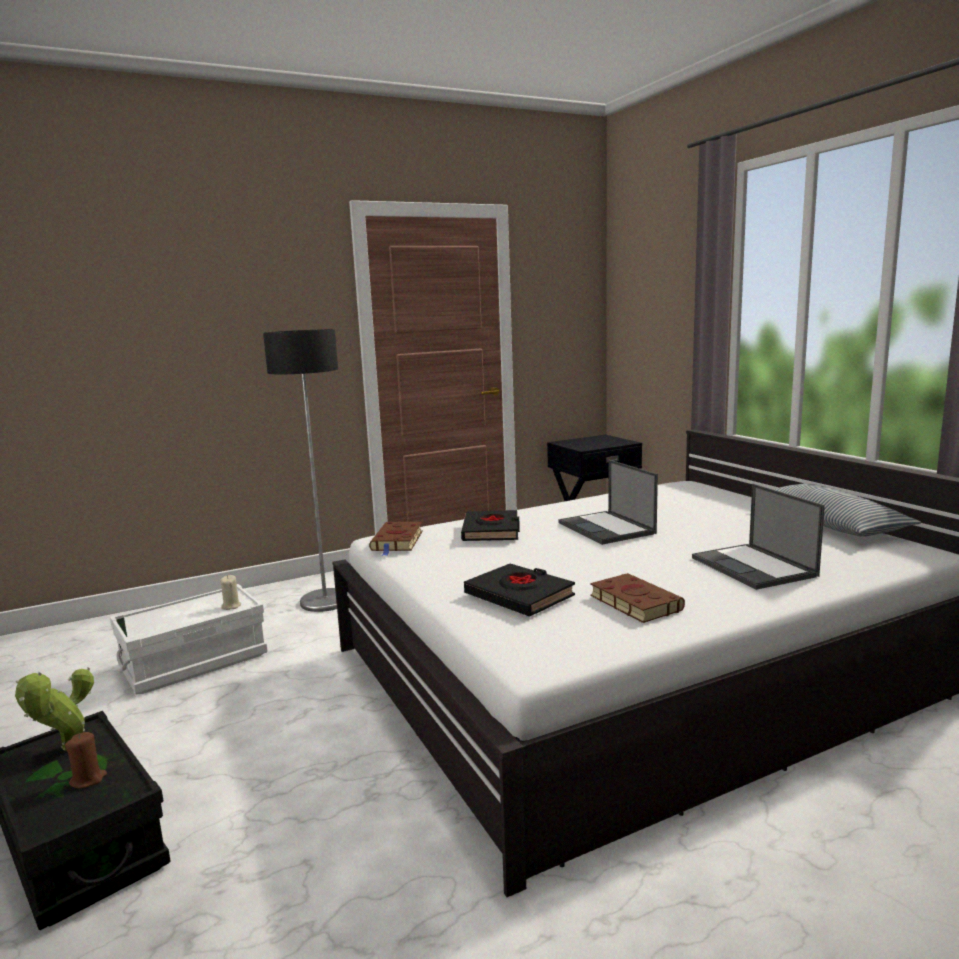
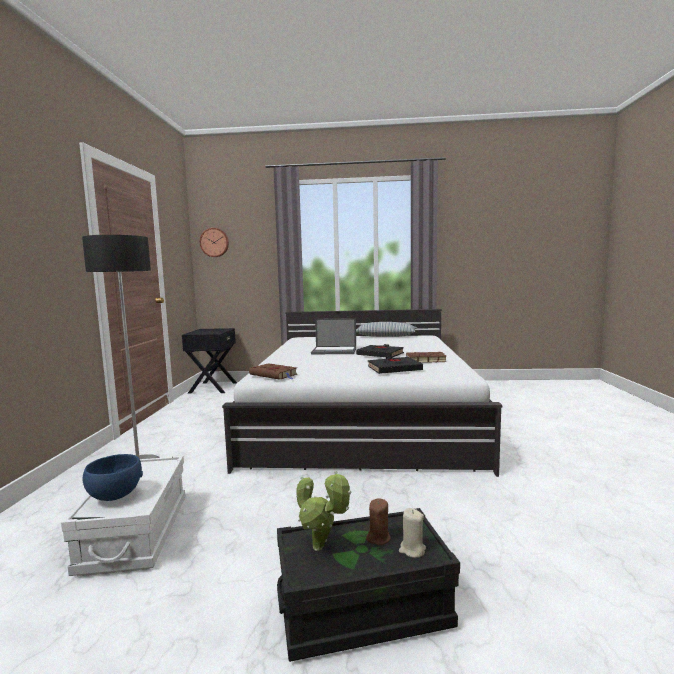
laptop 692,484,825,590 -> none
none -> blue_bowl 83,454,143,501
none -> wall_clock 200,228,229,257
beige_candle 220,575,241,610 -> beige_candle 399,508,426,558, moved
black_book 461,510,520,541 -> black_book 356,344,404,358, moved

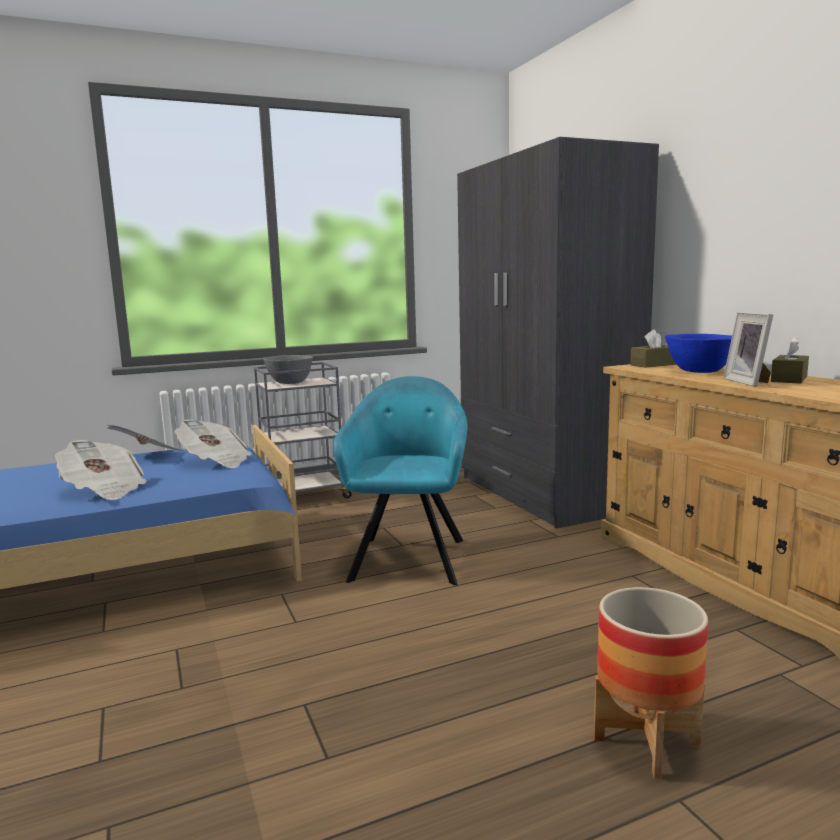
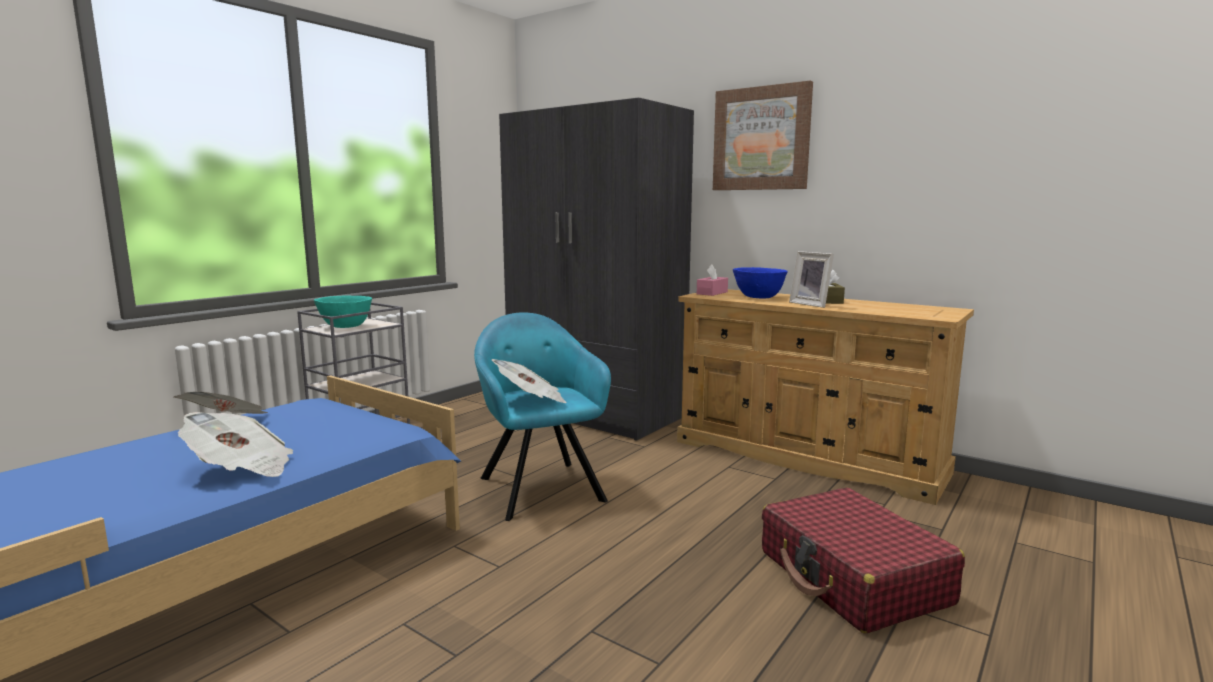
none -> picture 713,81,813,190
newspaper 175,419,252,468 -> newspaper 492,359,566,403, moved
planter 594,587,708,780 -> red_suitcase 762,488,965,633
grey_bowl 263,355,313,384 -> turquoise_bowl 314,296,372,328
brown_tissue_box 630,330,676,368 -> pink_tissue_box 697,264,728,296

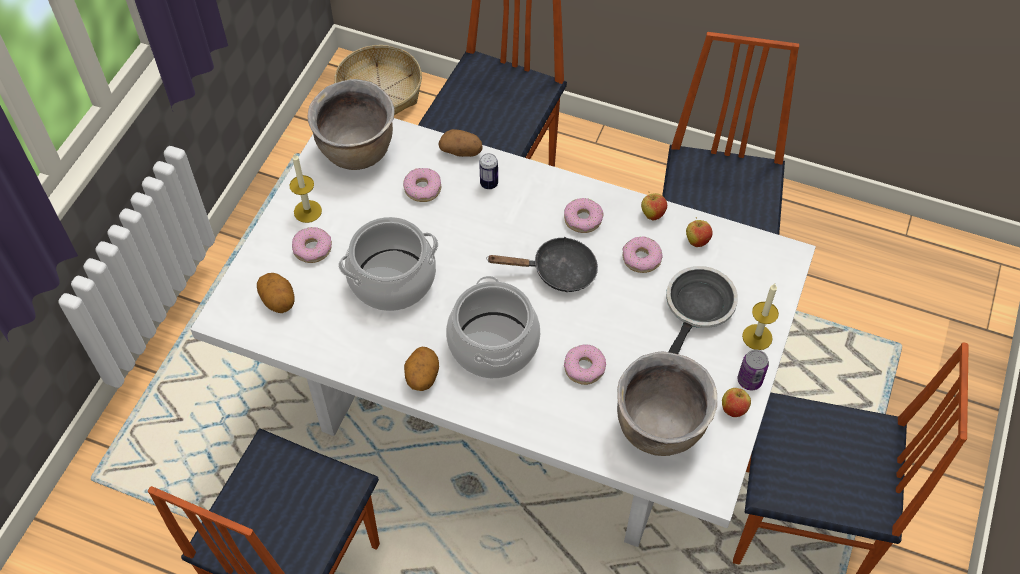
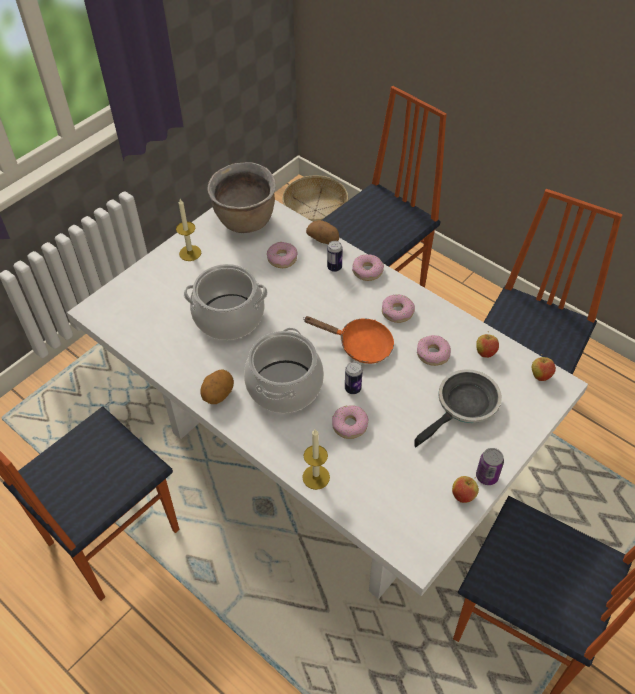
potato 257,273,295,313 -> none
brown_cooking_pot 617,351,717,456 -> none
none -> can 345,362,363,394
donut 292,227,332,263 -> donut 352,254,384,281, moved
apple 641,192,667,220 -> apple 532,354,556,381, moved
candle 742,284,779,350 -> candle 302,429,330,490, moved
black_frying_pan 486,237,598,292 -> orange_frying_pan 304,316,394,364

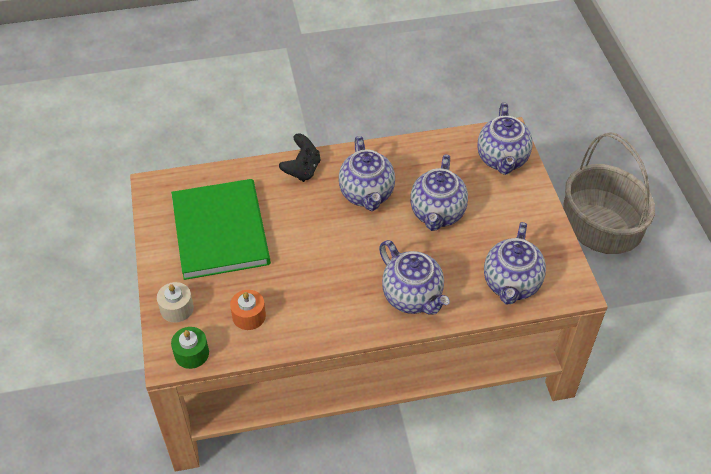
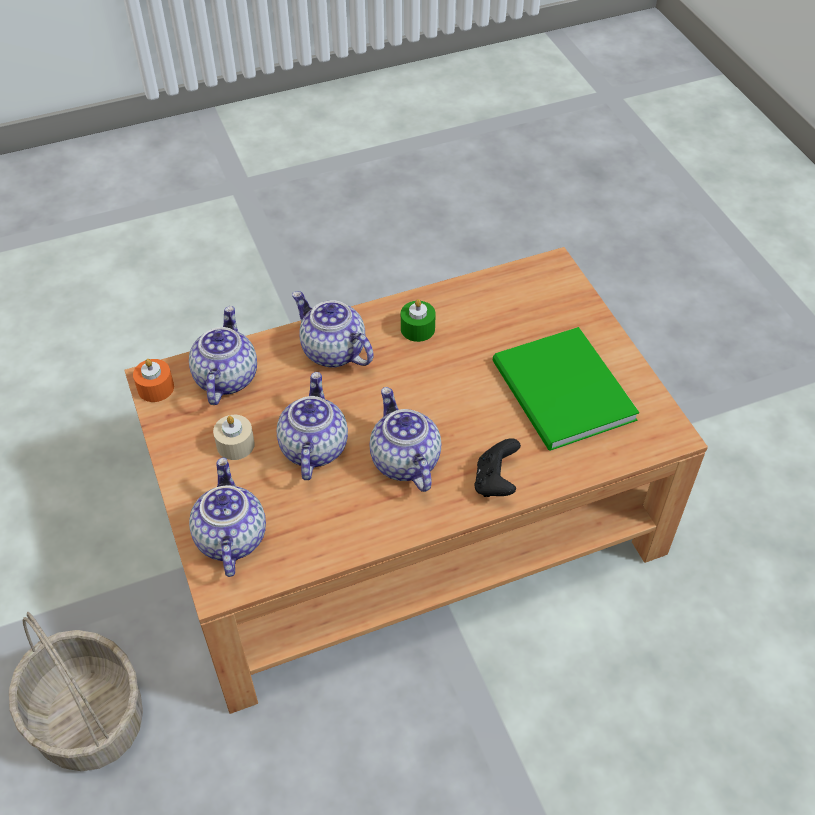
beige_candle 157,282,194,323 -> beige_candle 213,415,255,460, moved
green_candle 171,327,209,369 -> green_candle 401,299,436,342, moved
orange_candle 230,290,266,330 -> orange_candle 133,359,174,402, moved

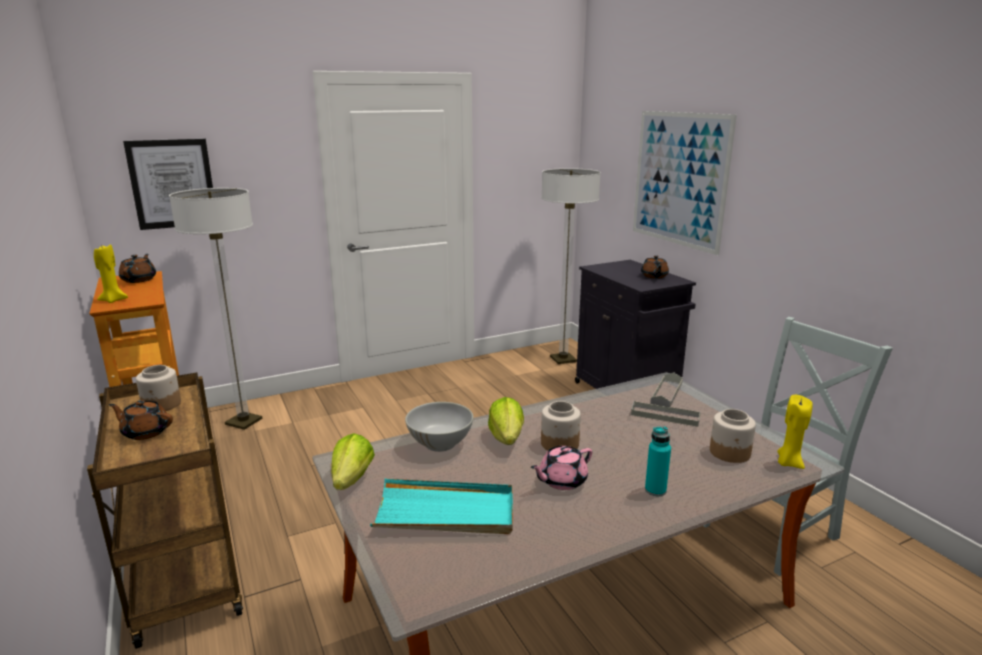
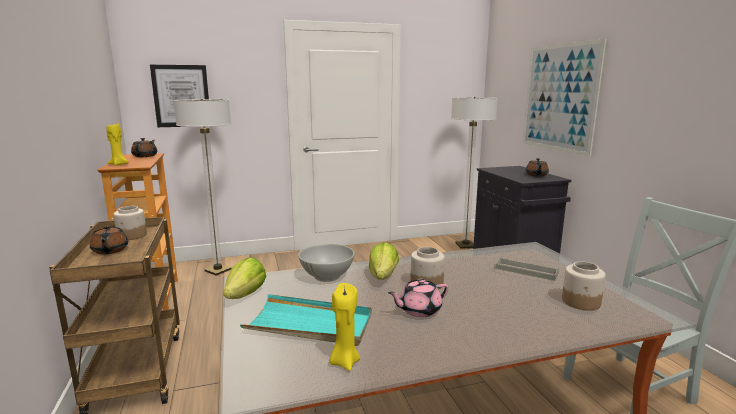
turquoise_bottle 645,427,671,496 -> none
grey_tray 650,372,683,407 -> none
yellow_candle 777,395,813,469 -> yellow_candle 330,283,360,371, moved
brown_teapot 109,400,173,440 -> brown_teapot 90,225,128,255, 135 degrees counterclockwise

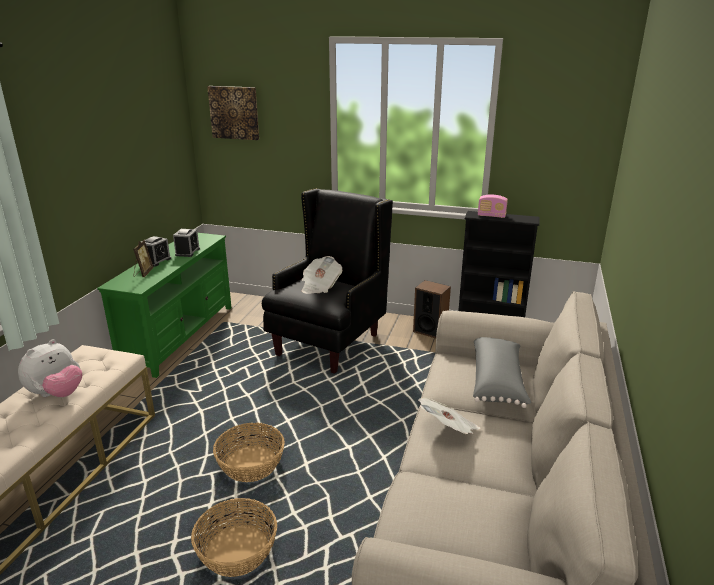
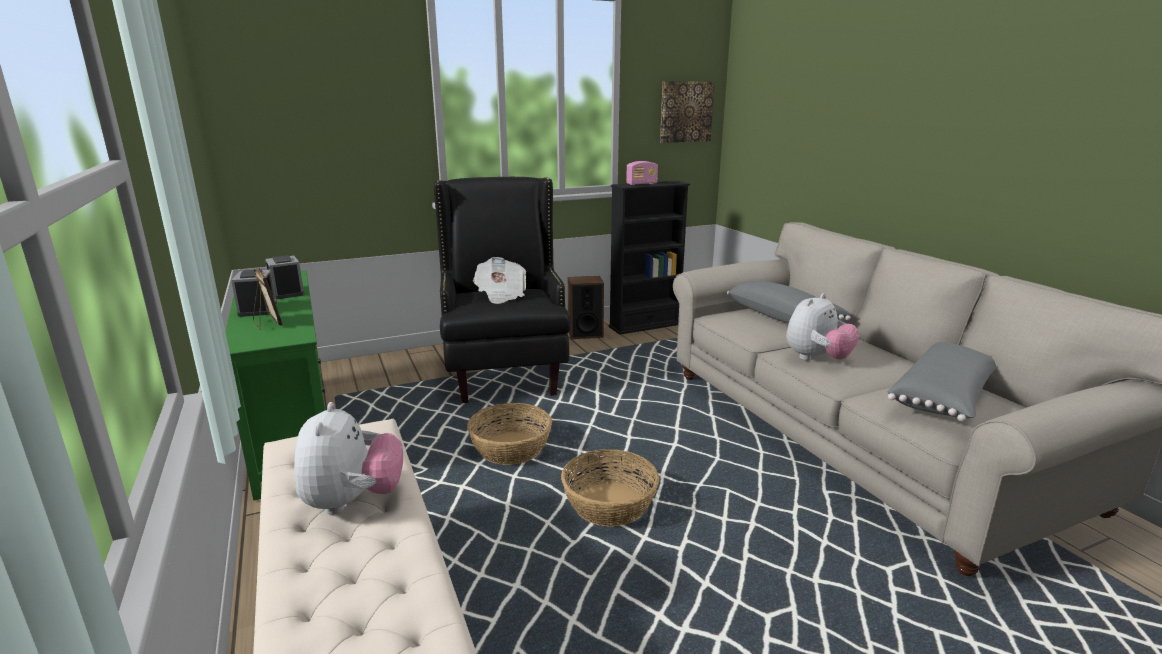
none -> grey_pillow 888,342,997,422
basket 191,498,277,577 -> basket 467,403,552,465, moved
picture 207,86,259,140 -> picture 660,81,715,143, moved
newspaper 418,397,481,434 -> plush_toy 786,293,859,360

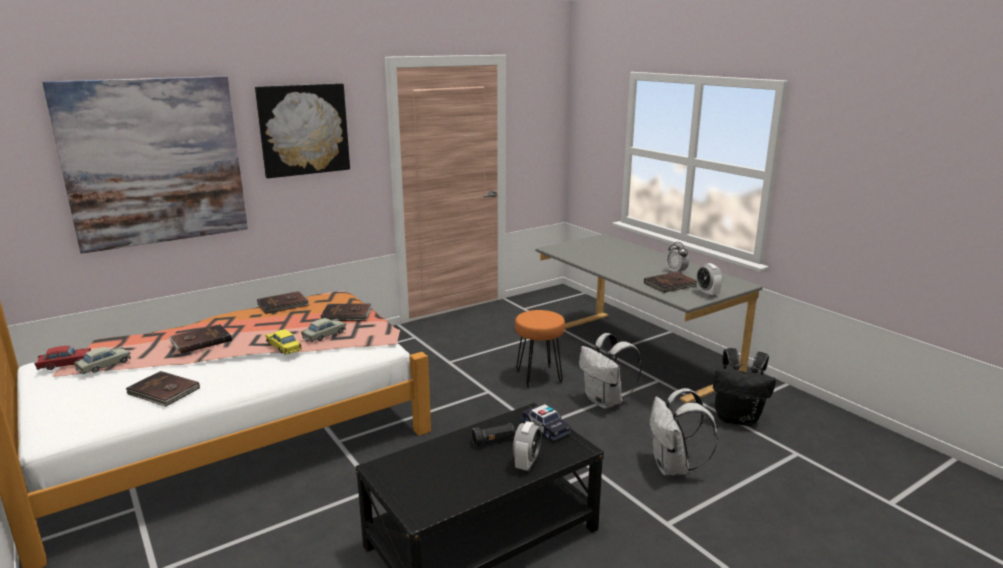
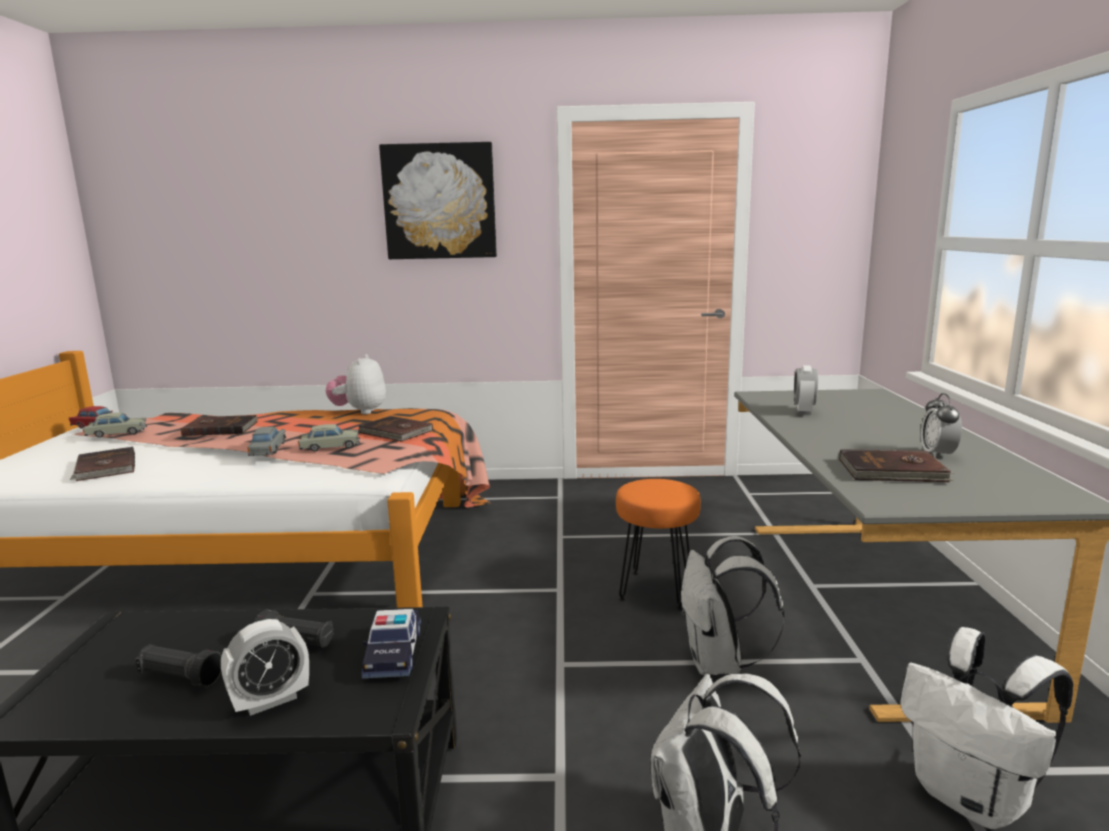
picture 42,76,248,254 -> none
none -> black_flashlight 135,645,222,688
alarm_clock 697,263,722,297 -> alarm_clock 794,365,818,415, moved
brown_book 257,291,310,314 -> plush_toy 326,354,386,414
yellow_toy_car 265,329,302,355 -> grey_toy_car 247,426,286,456
black_backpack 713,348,776,426 -> white_backpack 900,627,1073,829

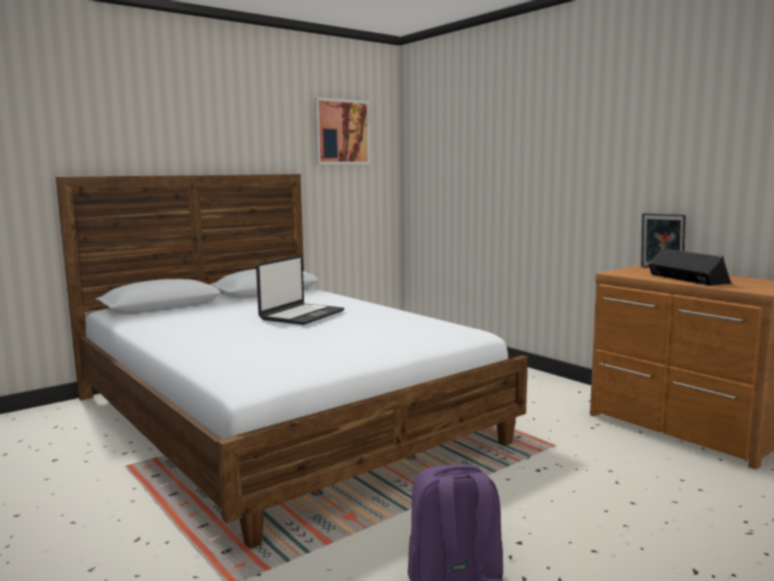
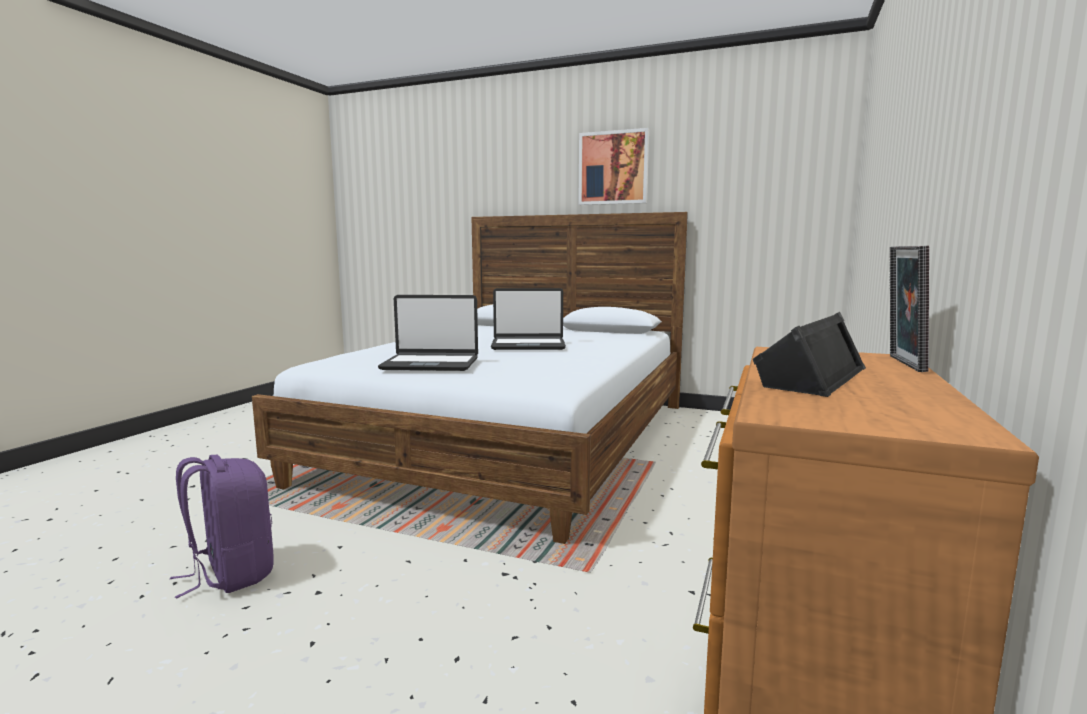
none -> laptop 378,295,478,371
picture 314,97,370,165 -> picture 578,128,649,205, moved

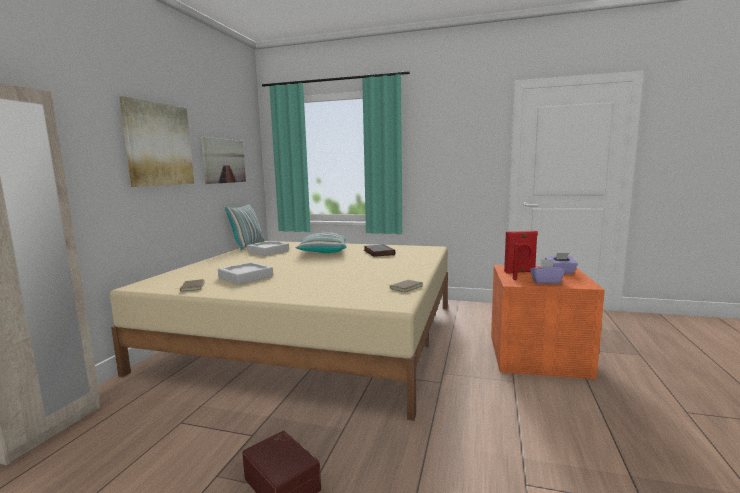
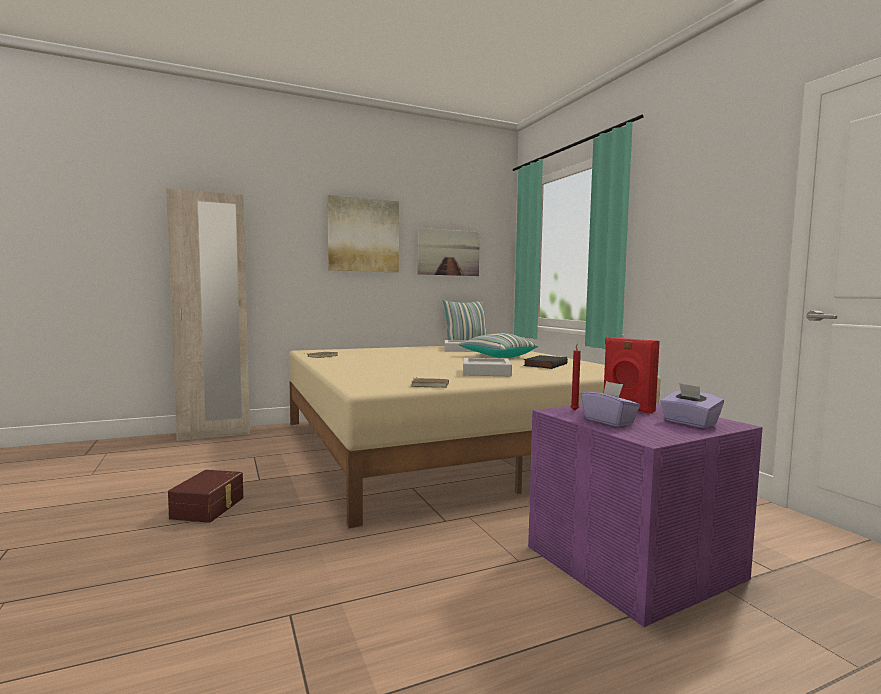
grey_tray 218,262,273,285 -> grey_tray 463,358,512,376, moved
orange_storage_box 491,265,605,379 -> purple_storage_box 528,403,763,627

